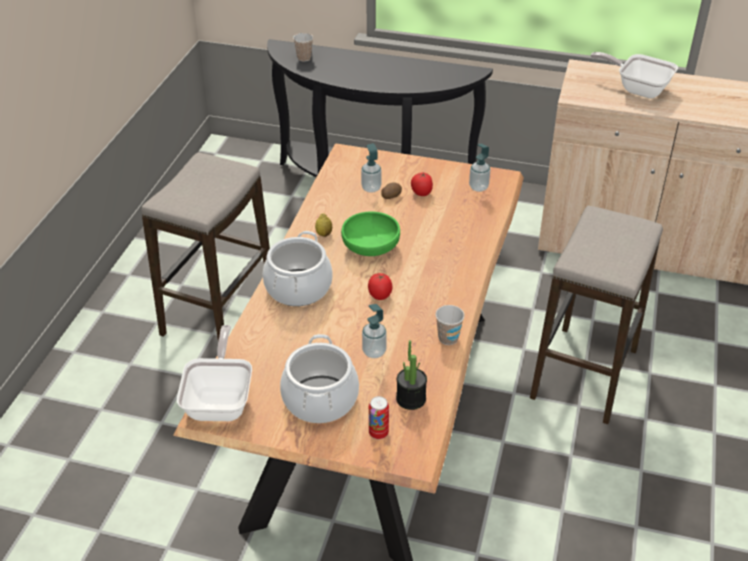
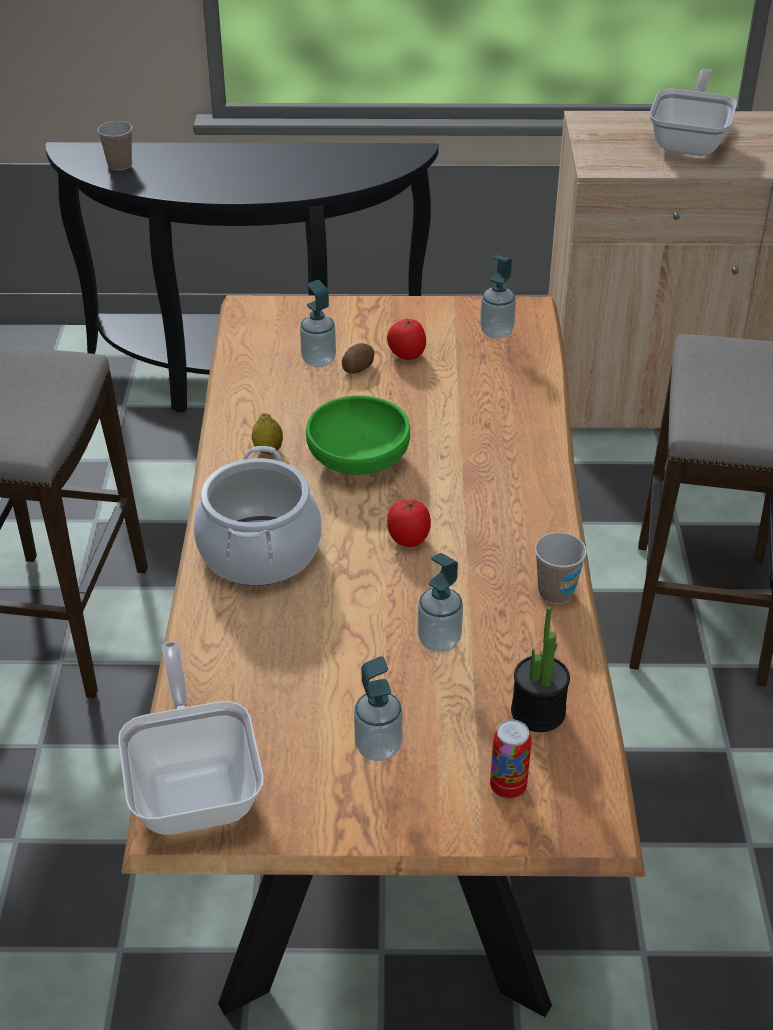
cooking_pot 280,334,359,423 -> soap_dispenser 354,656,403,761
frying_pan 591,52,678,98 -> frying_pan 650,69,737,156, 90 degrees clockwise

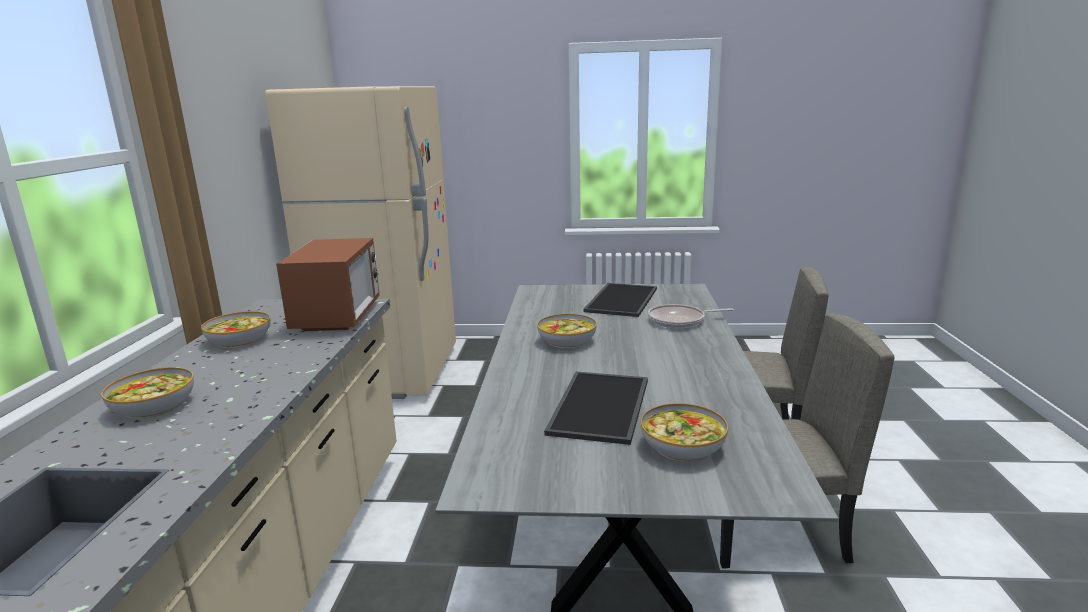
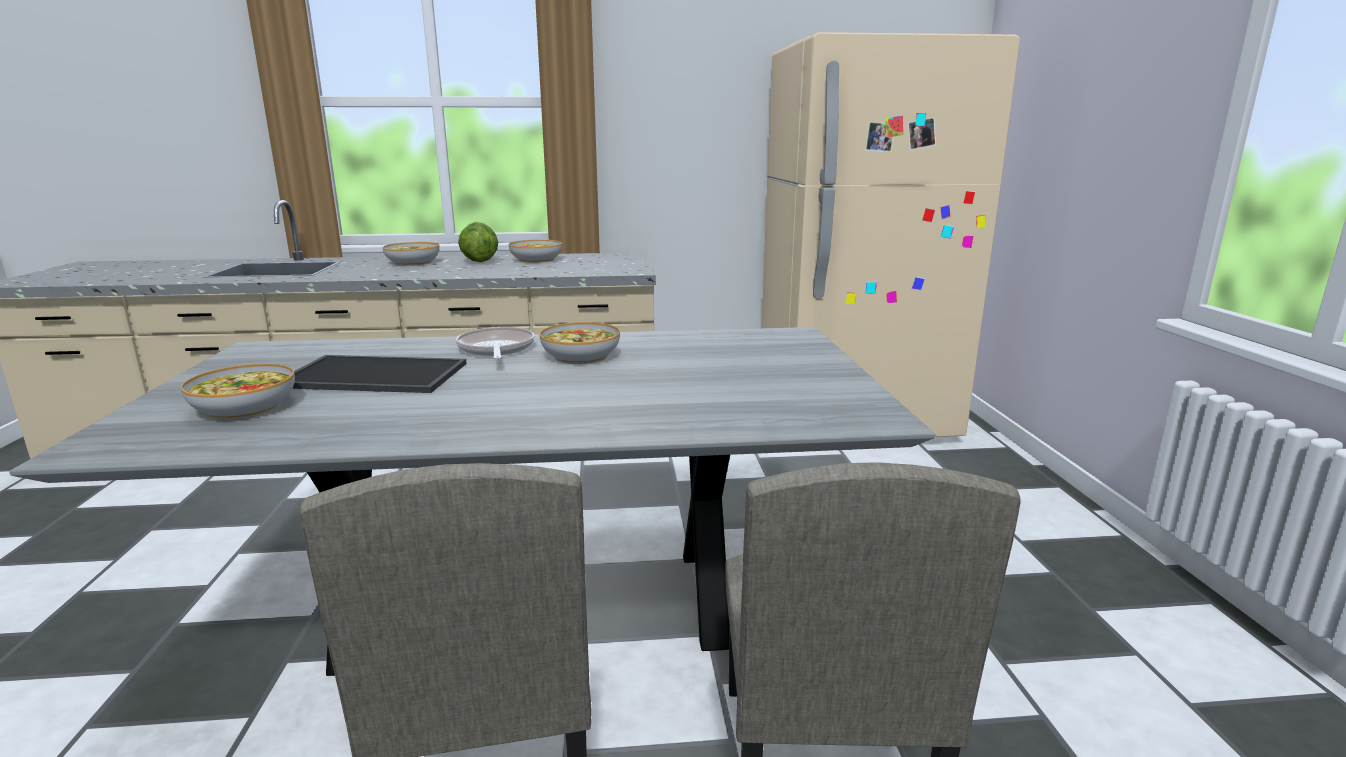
microwave 276,238,380,331 -> none
tray 583,283,657,317 -> none
none -> lettuce 458,222,498,262
frying_pan 648,304,734,328 -> frying_pan 456,327,535,360, moved

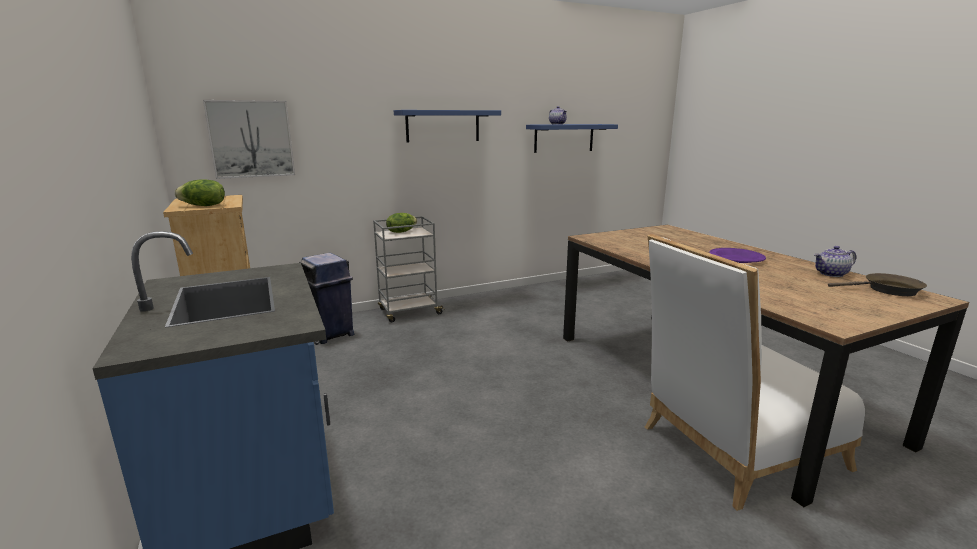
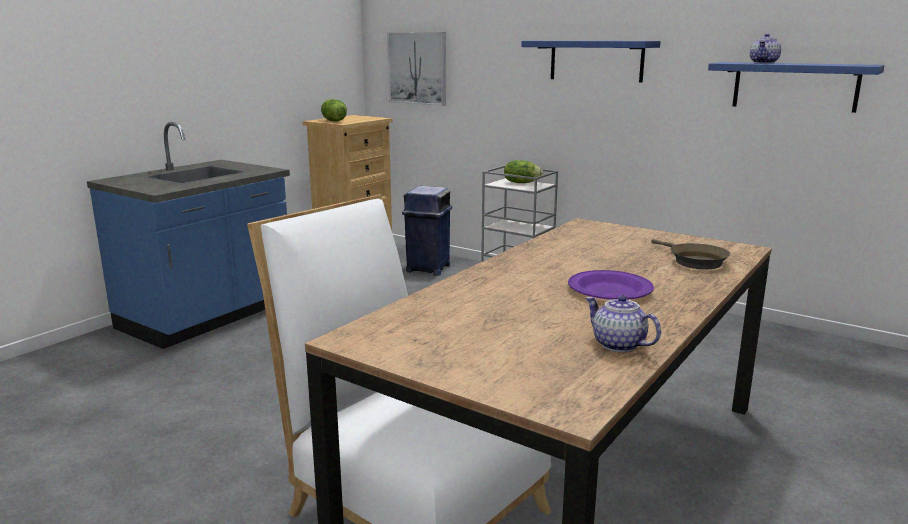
brown_frying_pan 828,273,927,296 -> brown_frying_pan 651,239,731,269, moved

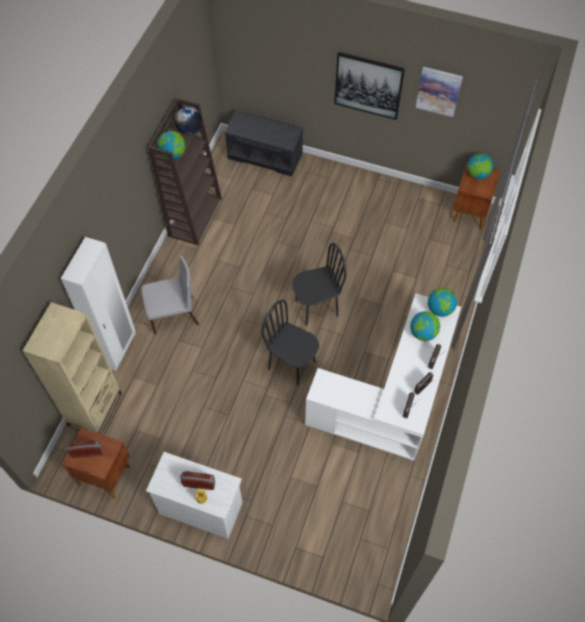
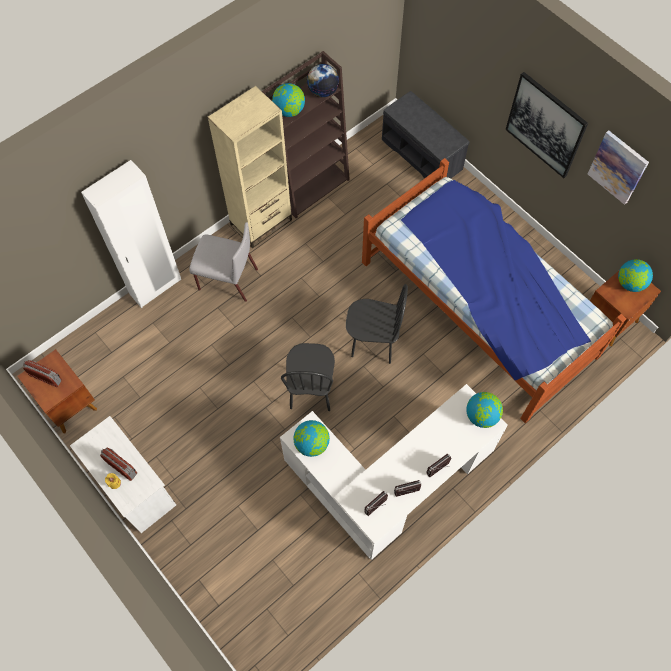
none -> bed 362,158,627,423
beige_bookcase 22,302,122,434 -> beige_bookcase 208,86,292,248, moved
globe 410,311,440,341 -> globe 293,420,330,457, moved
black_chair 261,299,319,386 -> black_chair 281,343,335,411, 150 degrees counterclockwise

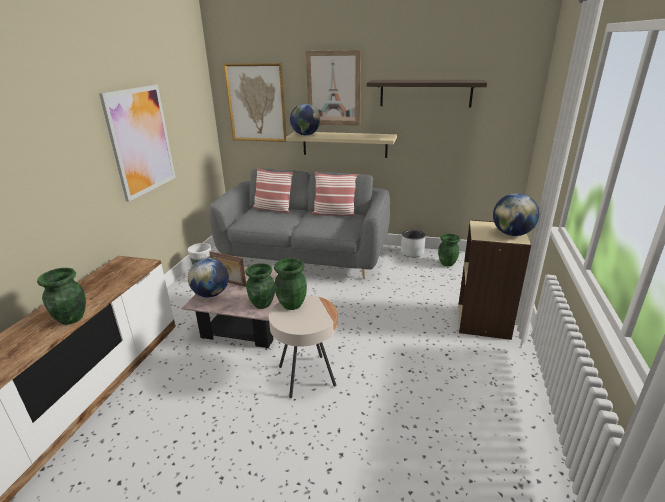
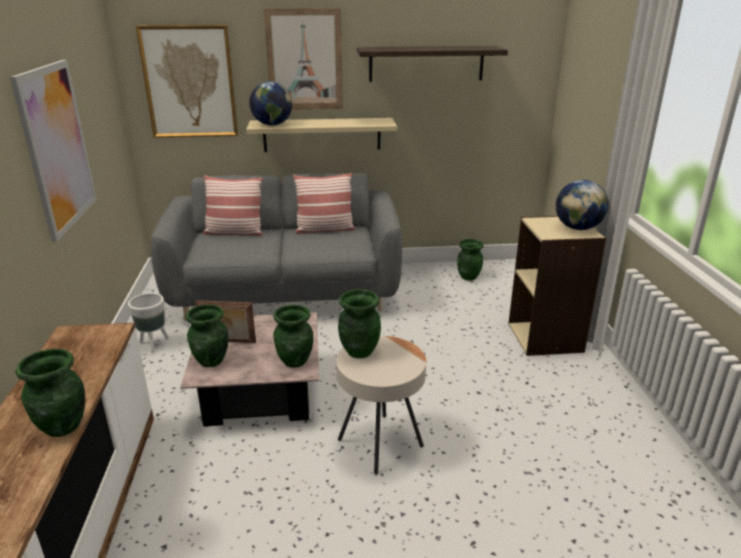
grey_planter 401,230,426,257 -> none
globe 188,258,229,297 -> green_vase 186,304,228,367

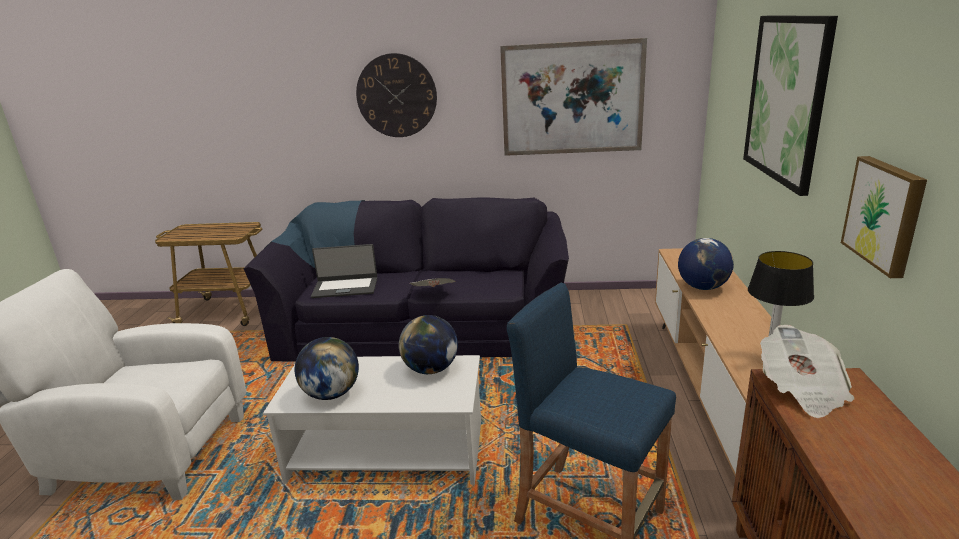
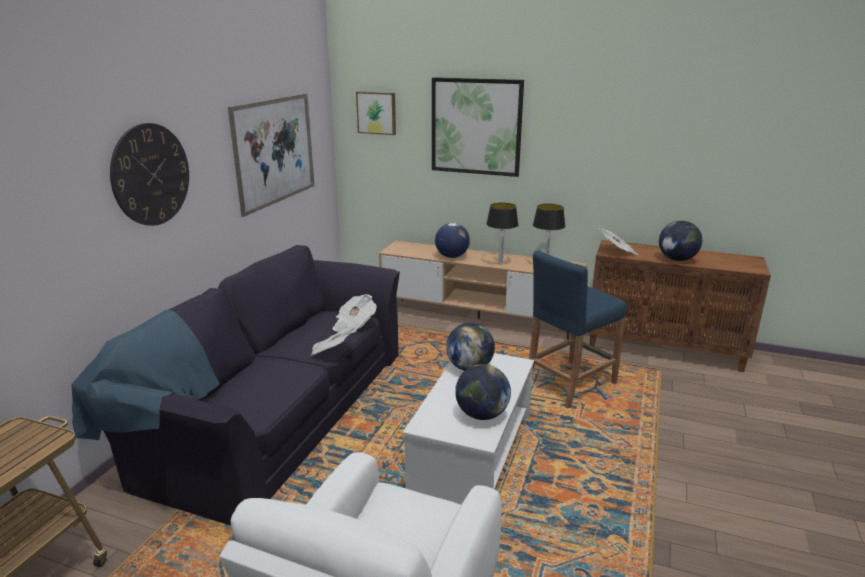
laptop 311,244,377,298 -> none
none -> newspaper 332,294,377,333
none -> table_lamp 486,203,519,265
none -> globe 659,220,702,261
picture 841,156,927,278 -> picture 356,92,396,135, moved

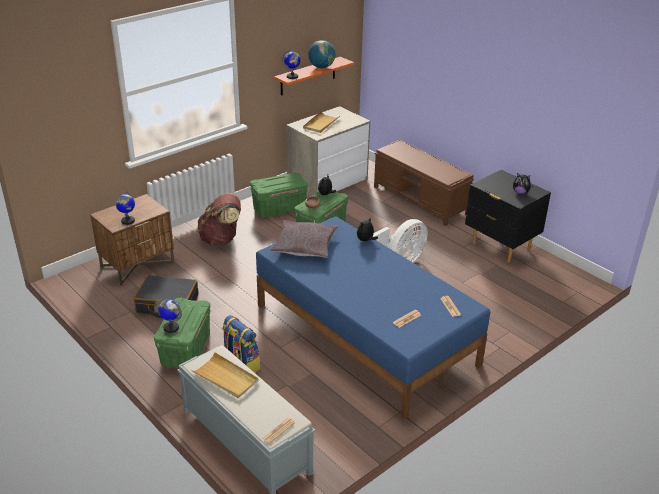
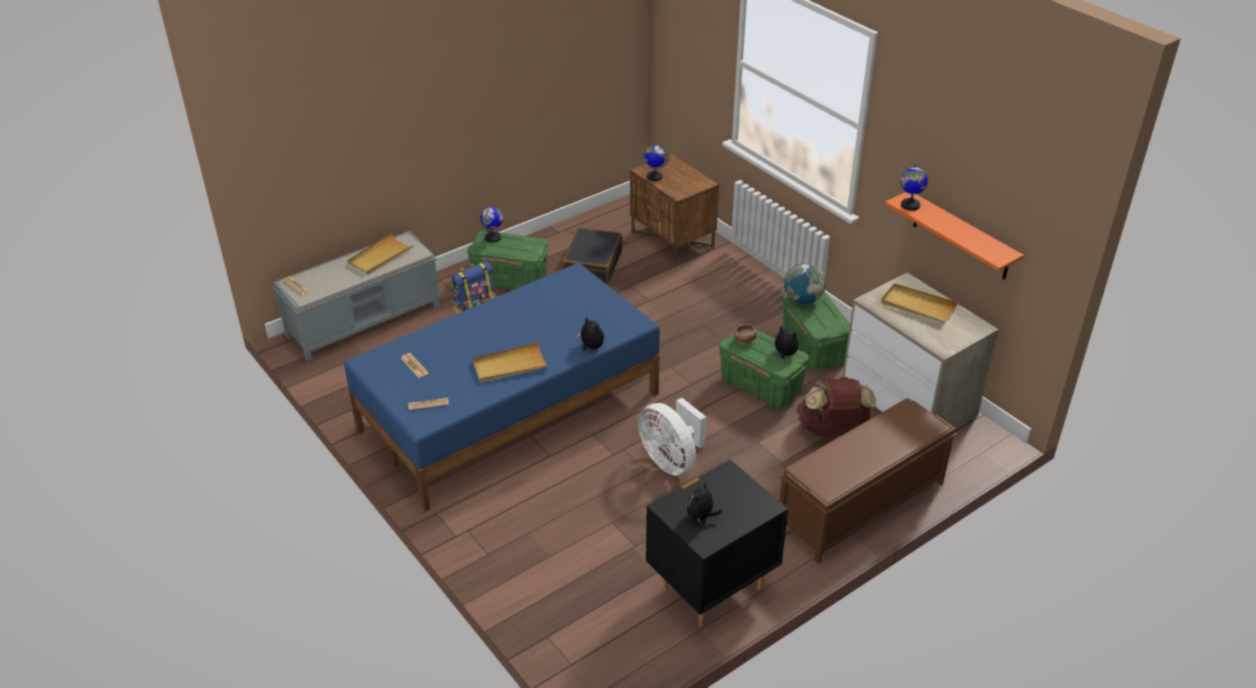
grey_pillow 270,220,338,258 -> none
none -> beige_tray 472,343,548,383
brown_backpack 198,193,241,245 -> brown_backpack 796,377,876,437, moved
globe 308,40,335,68 -> globe 784,263,825,304, moved

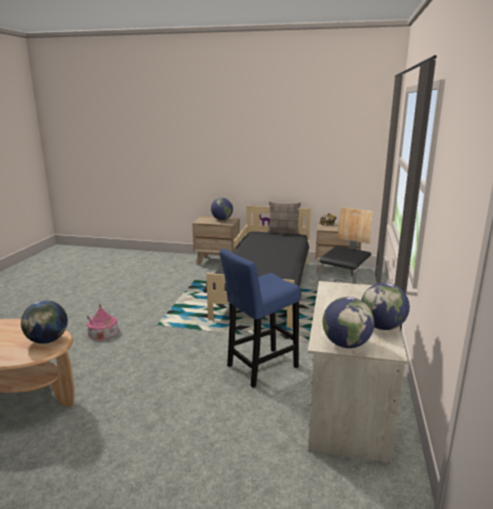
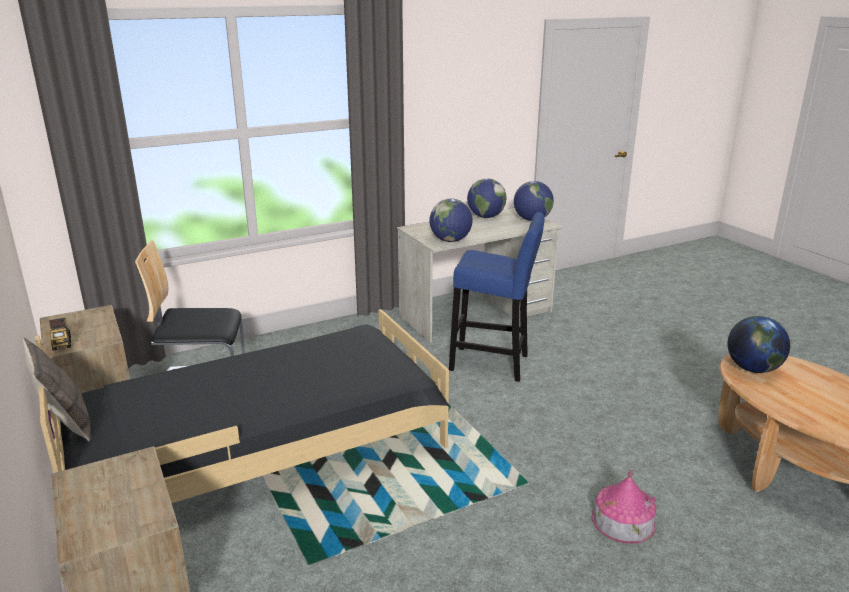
globe 211,198,233,220 -> globe 430,199,472,242, moved

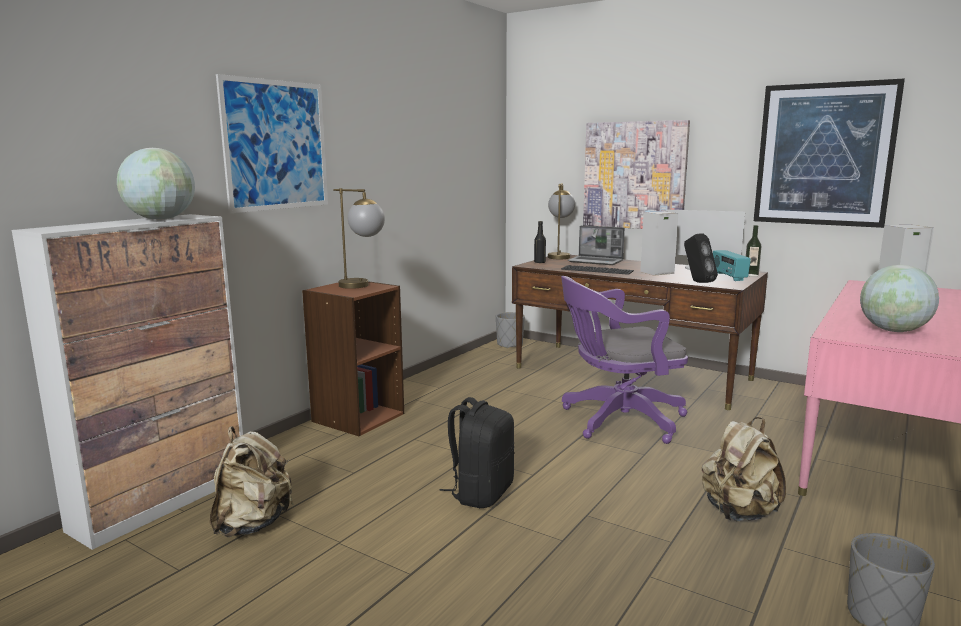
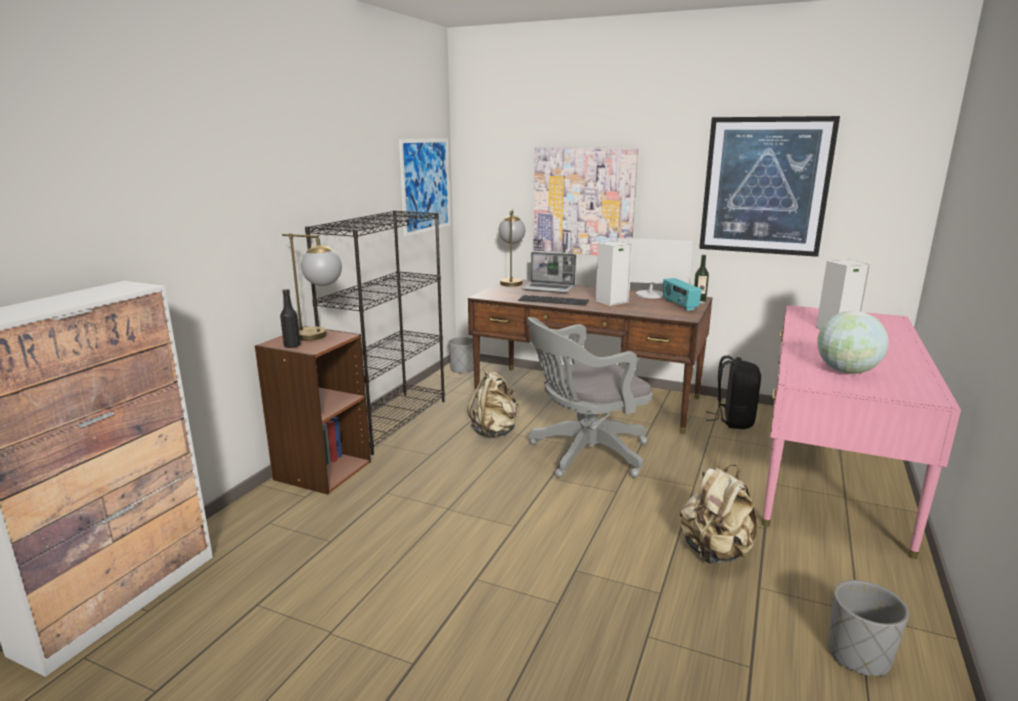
globe 117,148,195,220 -> none
black_speaker 684,234,718,283 -> none
none -> black_bookcase 305,210,445,455
beige_backpack 210,426,294,537 -> beige_backpack 467,368,519,438, moved
picture 216,74,328,213 -> picture 399,139,450,237, moved
black_backpack 439,397,514,508 -> black_backpack 706,355,761,429, moved
black_bottle 534,221,546,263 -> black_bottle 280,289,301,348, moved
purple_office_chair 561,276,688,444 -> grey_office_chair 528,317,652,478

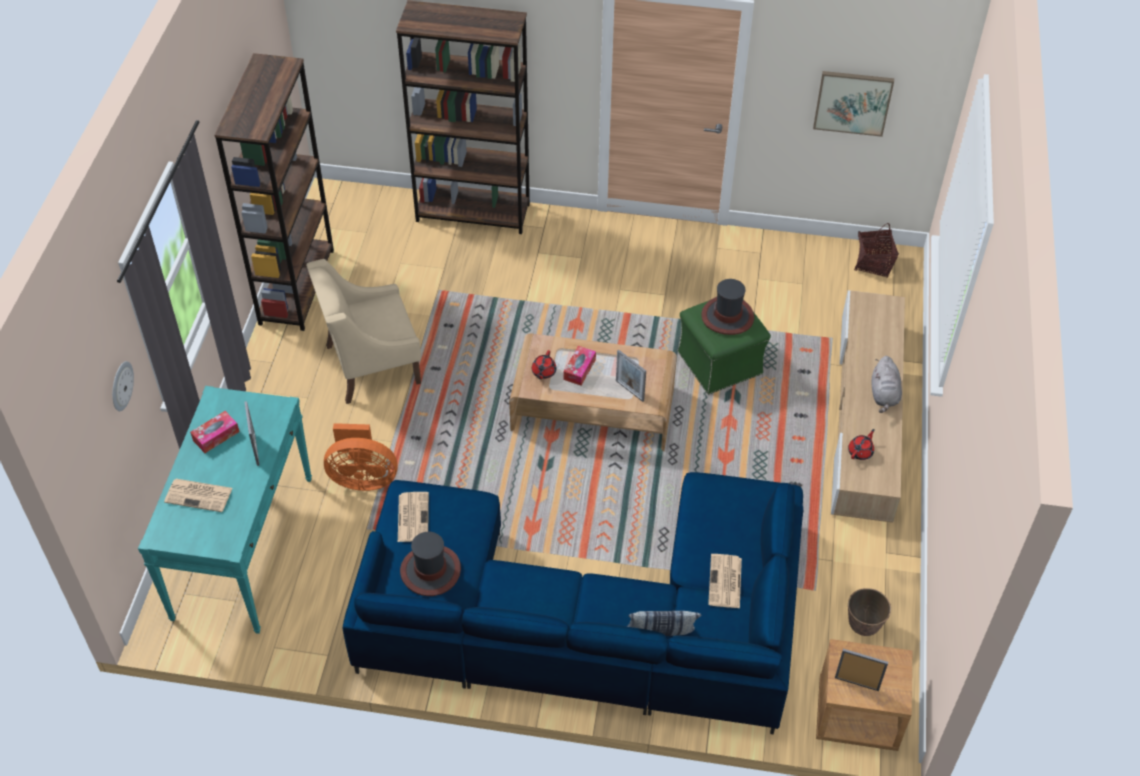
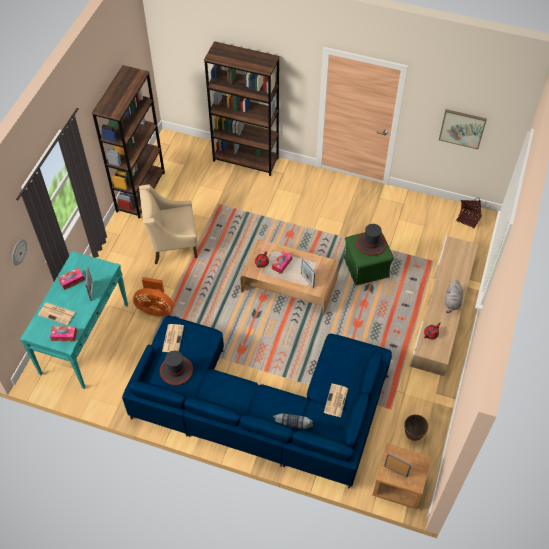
none -> tissue_box 50,326,77,341

